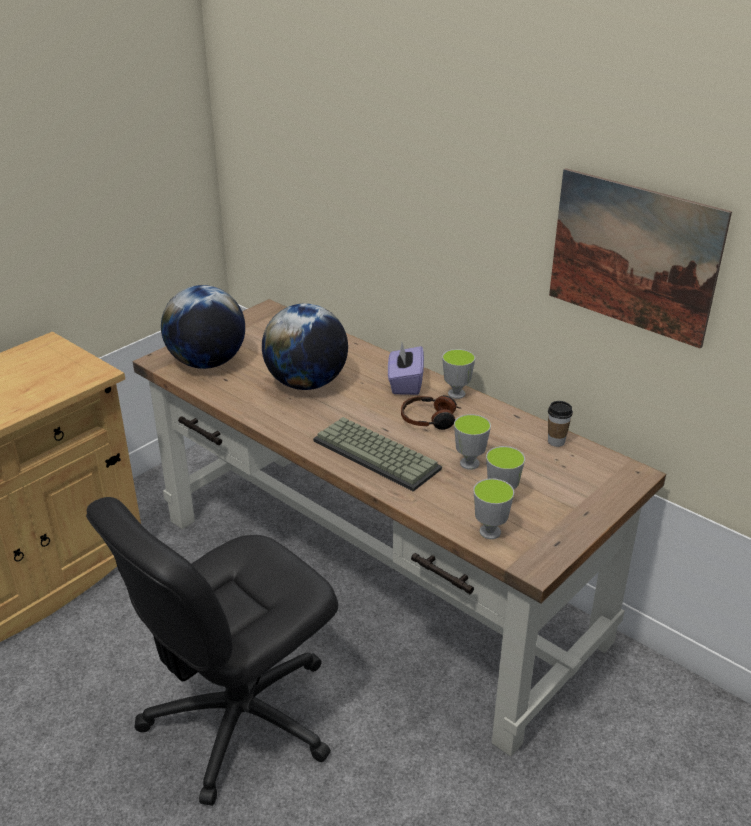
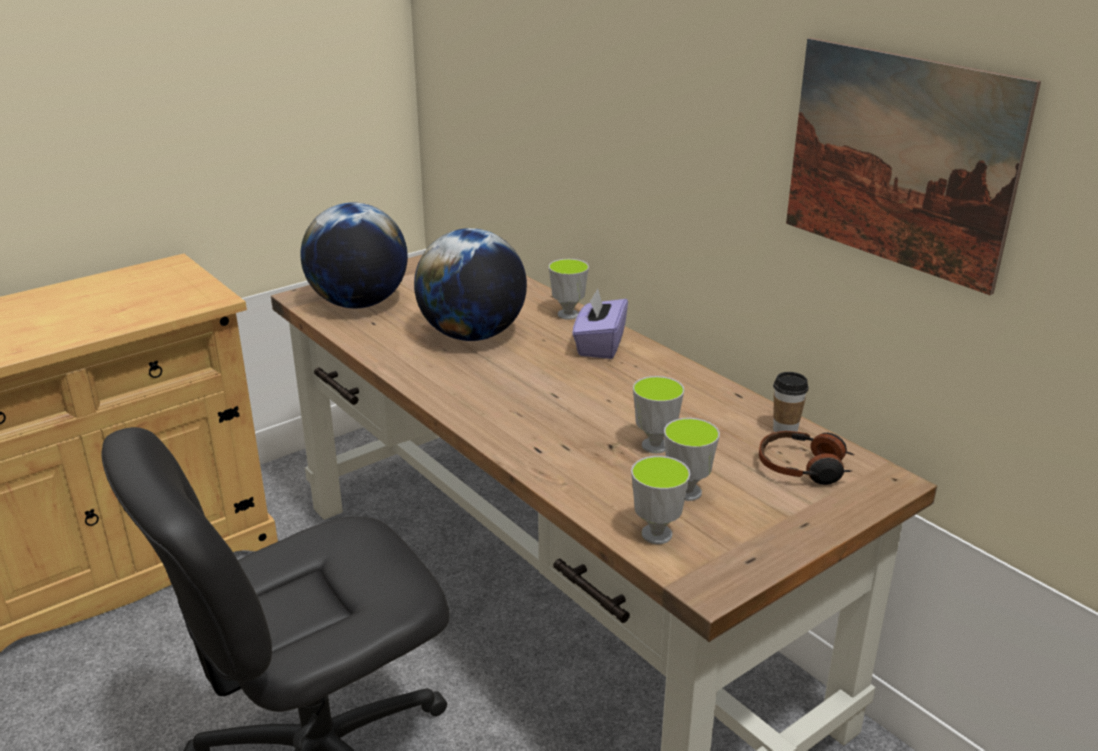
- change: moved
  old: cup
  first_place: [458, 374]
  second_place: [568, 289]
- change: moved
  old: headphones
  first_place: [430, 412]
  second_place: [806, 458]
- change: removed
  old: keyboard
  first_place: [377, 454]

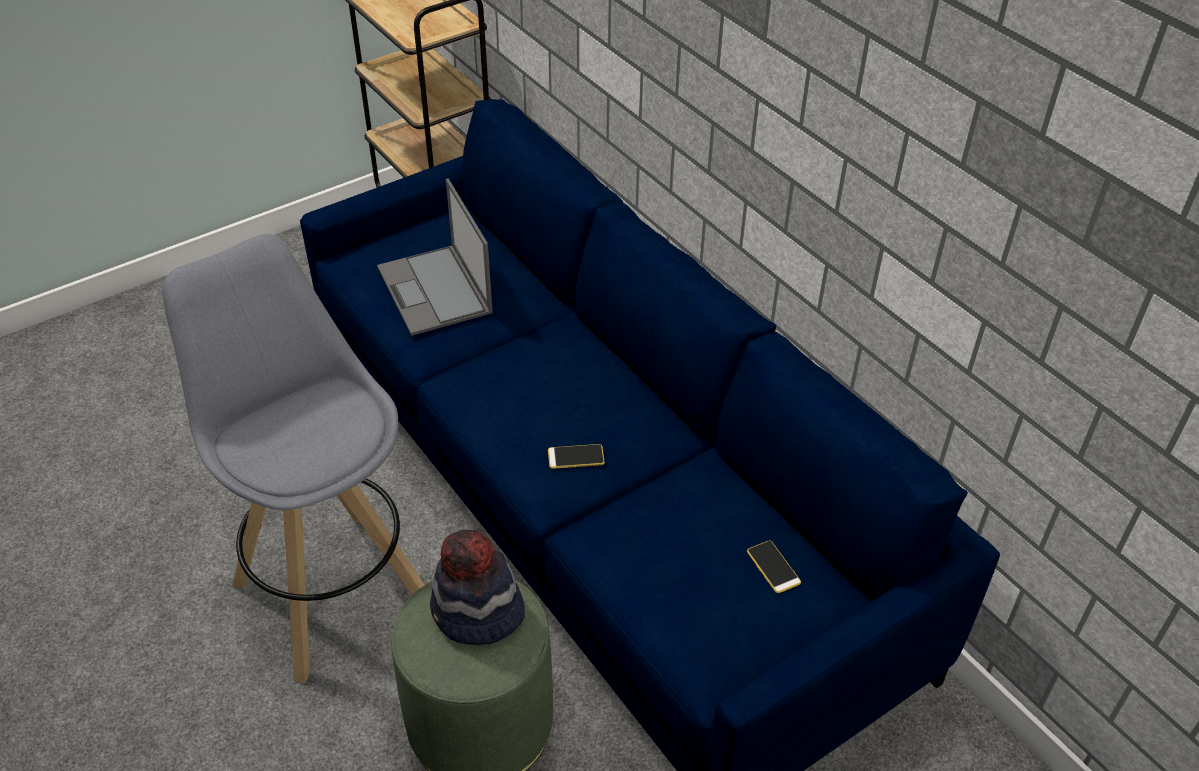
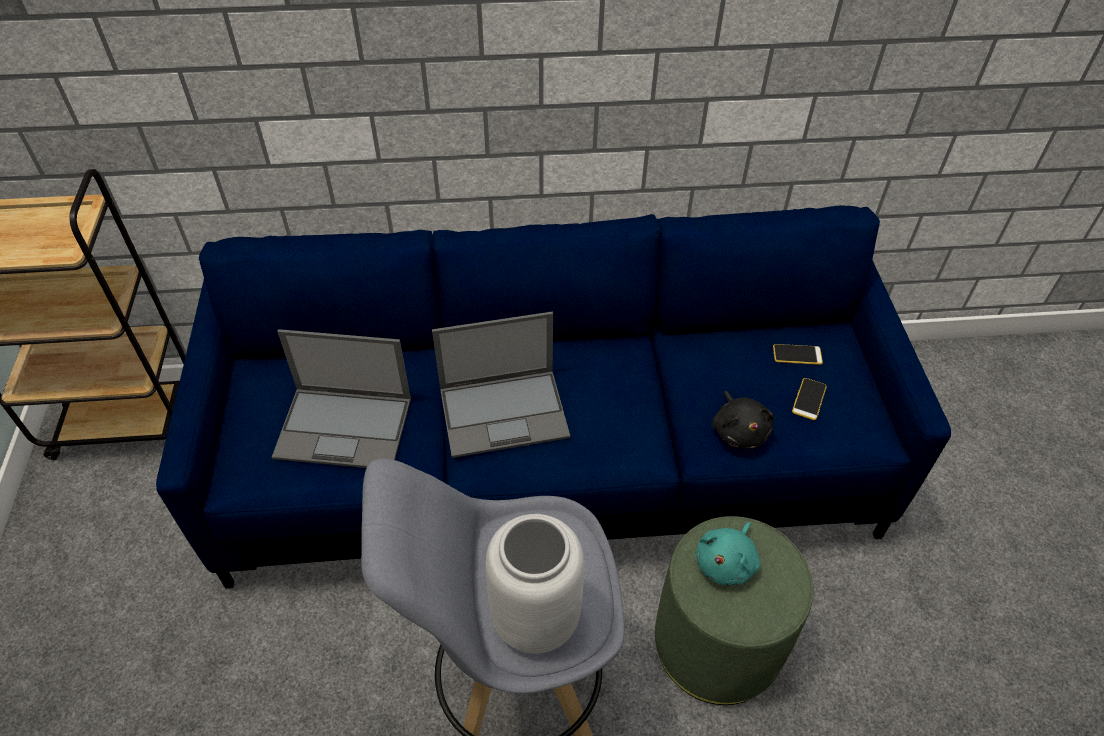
- change: added
  new: laptop
  second_place: [501, 385]
- change: added
  new: grey vase
  second_place: [535, 584]
- change: replaced
  old: hat
  new: turquoise plush toy
  first_place: [477, 587]
  second_place: [728, 553]
- change: added
  new: black plush toy
  second_place: [743, 420]
- change: moved
  old: phone
  first_place: [576, 456]
  second_place: [809, 399]

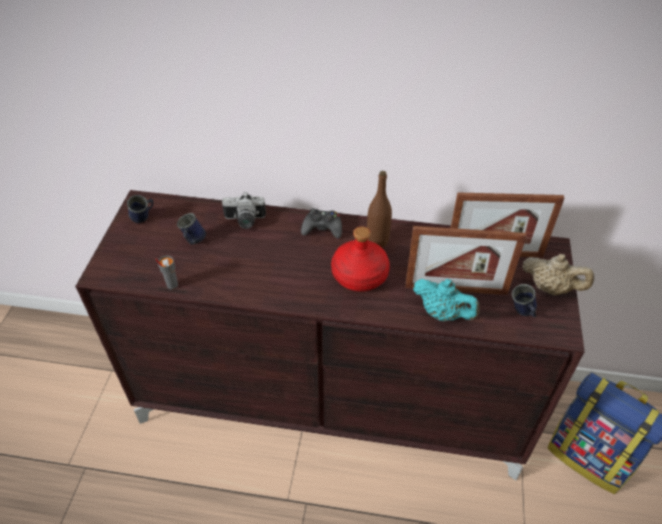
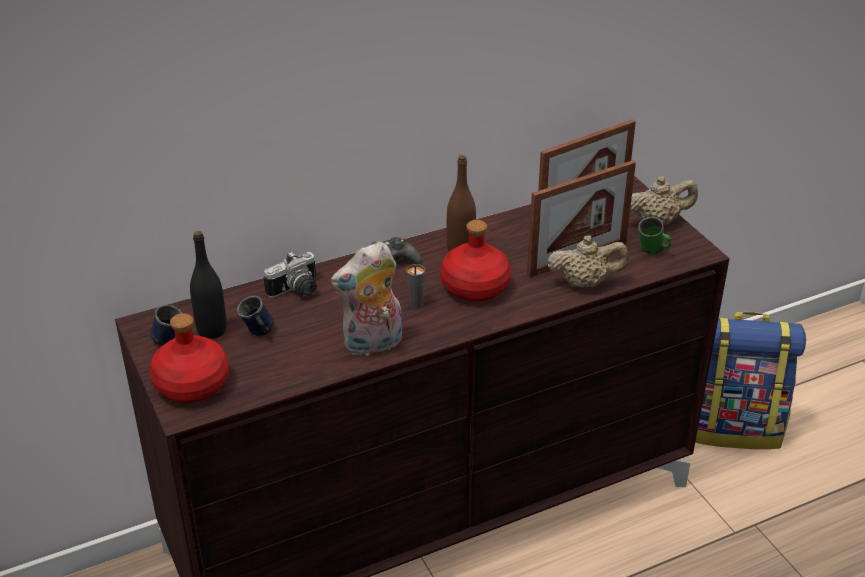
- change: added
  new: red bottle
  second_place: [189, 358]
- change: added
  new: black bottle
  second_place: [208, 285]
- change: added
  new: plush toy
  second_place: [366, 298]
- change: moved
  old: grey cup
  first_place: [166, 272]
  second_place: [415, 286]
- change: recoloured
  old: turquoise teapot
  new: beige teapot
  first_place: [446, 300]
  second_place: [588, 261]
- change: recoloured
  old: blue mug
  new: green mug
  first_place: [524, 300]
  second_place: [654, 235]

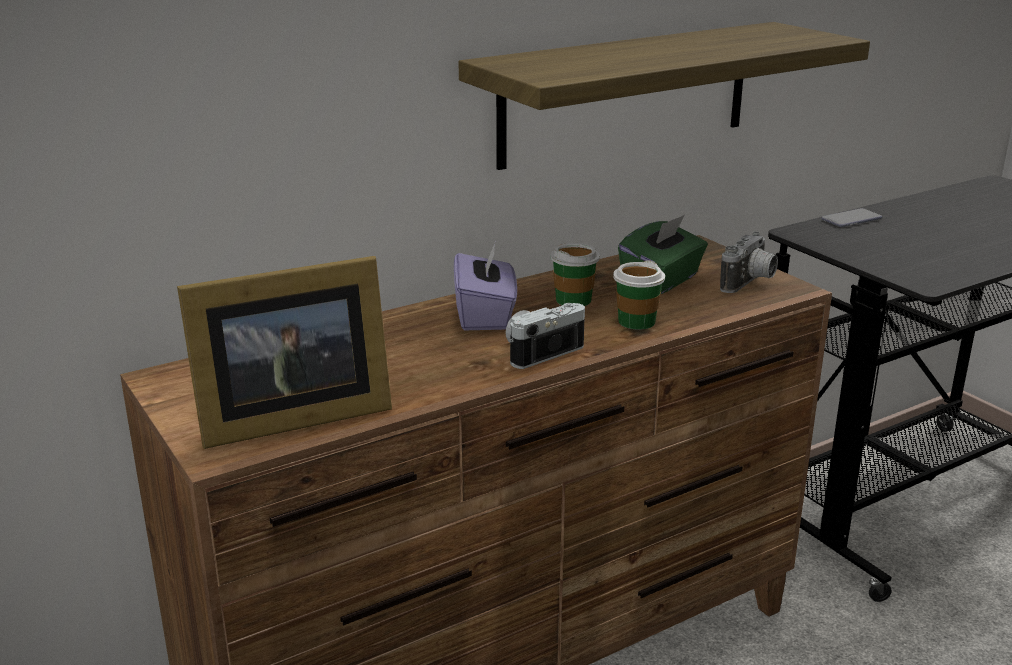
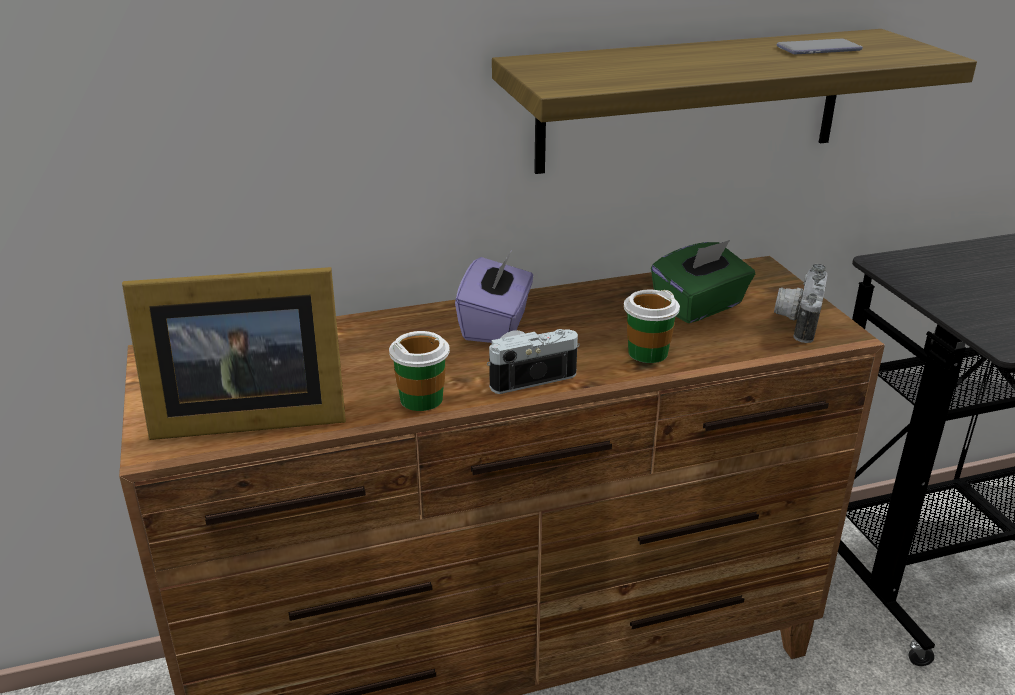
- change: moved
  old: cup
  first_place: [575, 274]
  second_place: [419, 371]
- change: turned
  old: photo camera
  first_place: [749, 262]
  second_place: [800, 303]
  degrees: 150
- change: moved
  old: phone
  first_place: [852, 217]
  second_place: [820, 46]

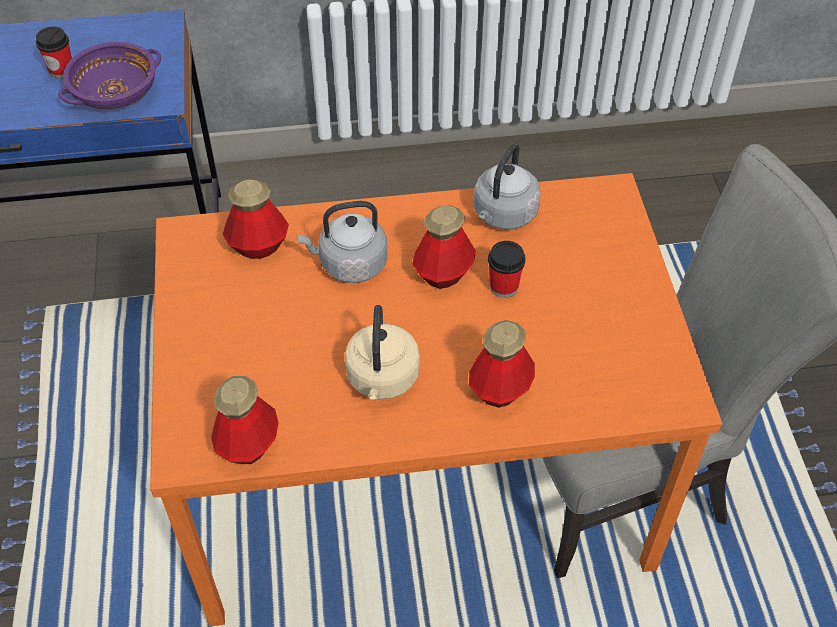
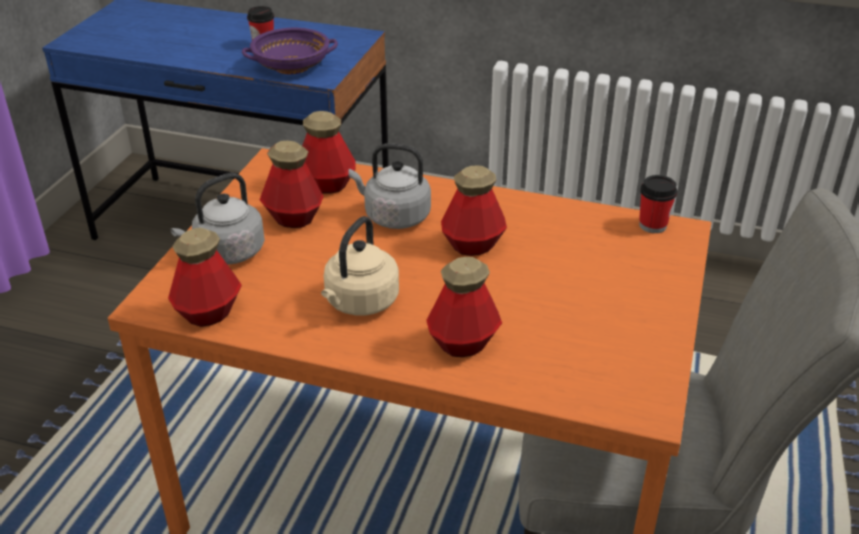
- change: moved
  old: grey kettle
  first_place: [507, 186]
  second_place: [218, 219]
- change: added
  new: bottle
  second_place: [292, 184]
- change: moved
  old: cup
  first_place: [507, 269]
  second_place: [658, 204]

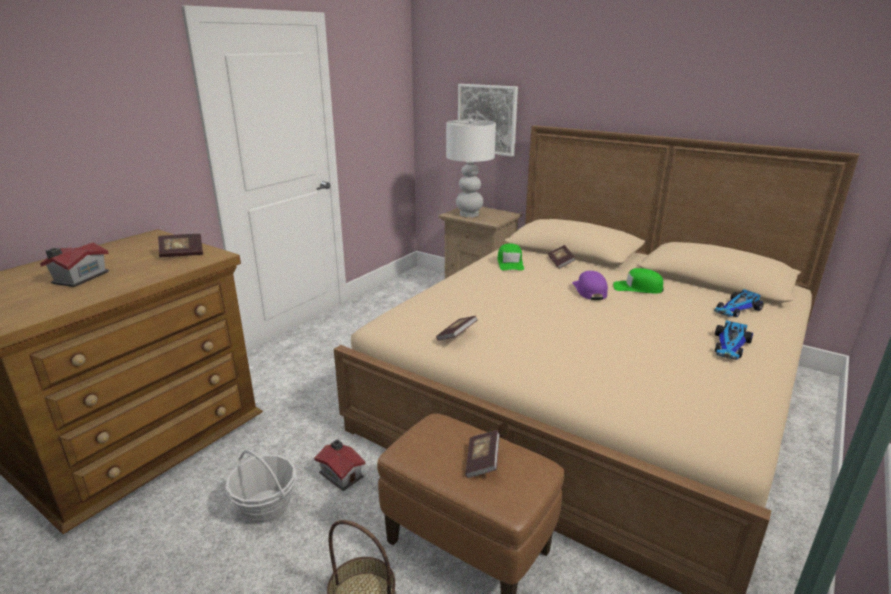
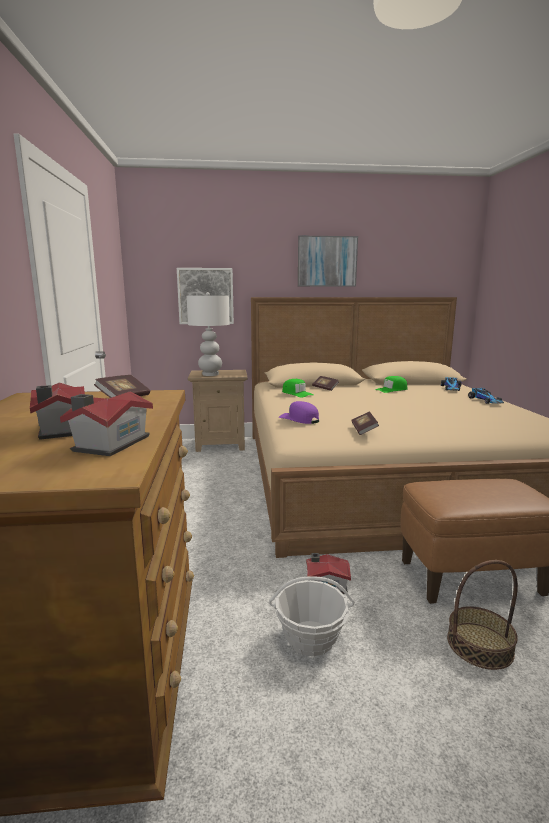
- change: added
  new: toy house
  second_place: [106, 423]
- change: moved
  old: purple cap
  first_place: [590, 285]
  second_place: [299, 412]
- change: added
  new: picture
  second_place: [328, 261]
- change: removed
  old: book
  first_place: [482, 454]

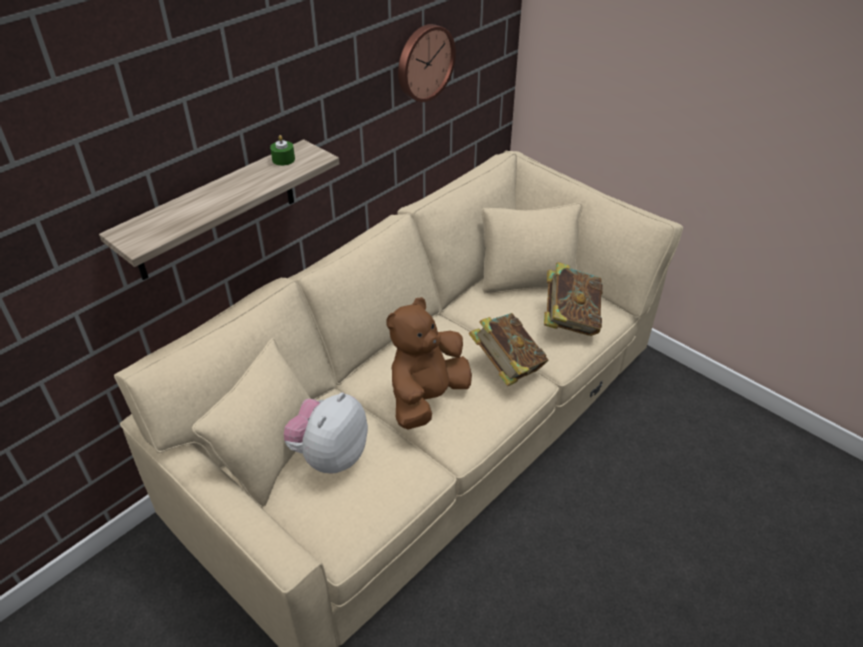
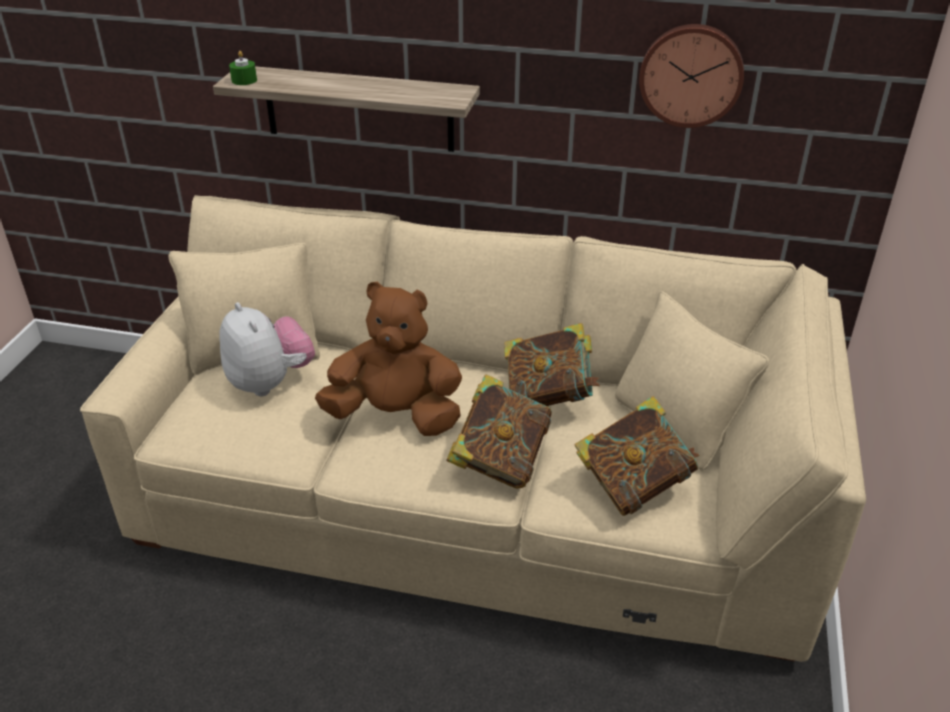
- change: turned
  old: plush toy
  first_place: [326, 433]
  second_place: [267, 349]
  degrees: 60
- change: moved
  old: green candle
  first_place: [282, 150]
  second_place: [243, 68]
- change: added
  new: book
  second_place: [552, 364]

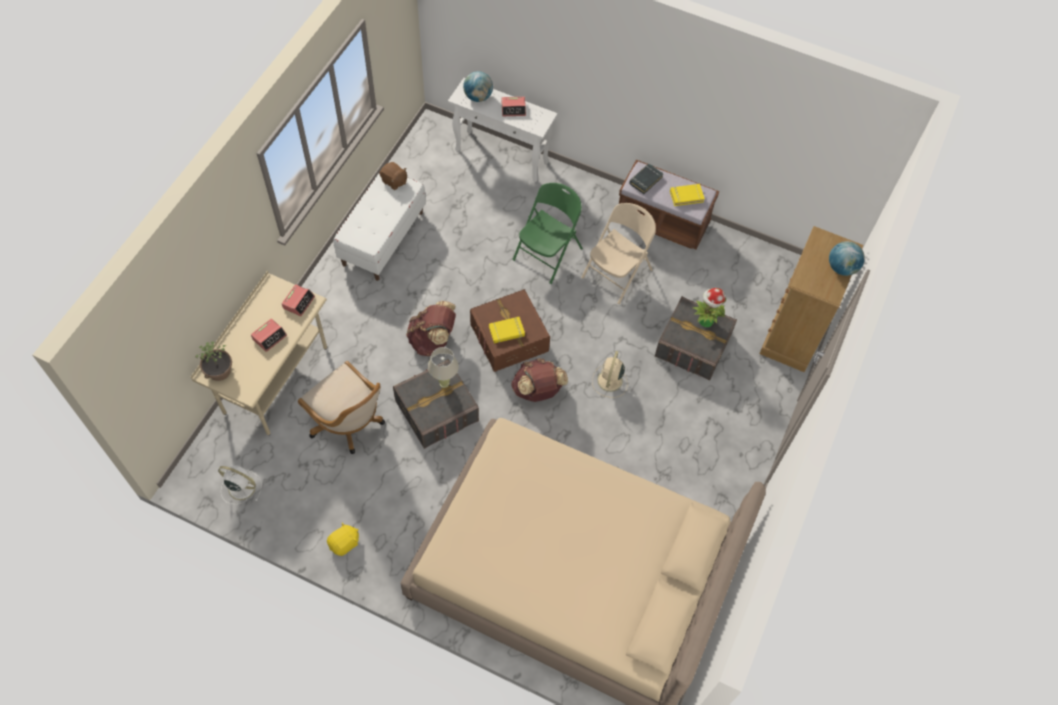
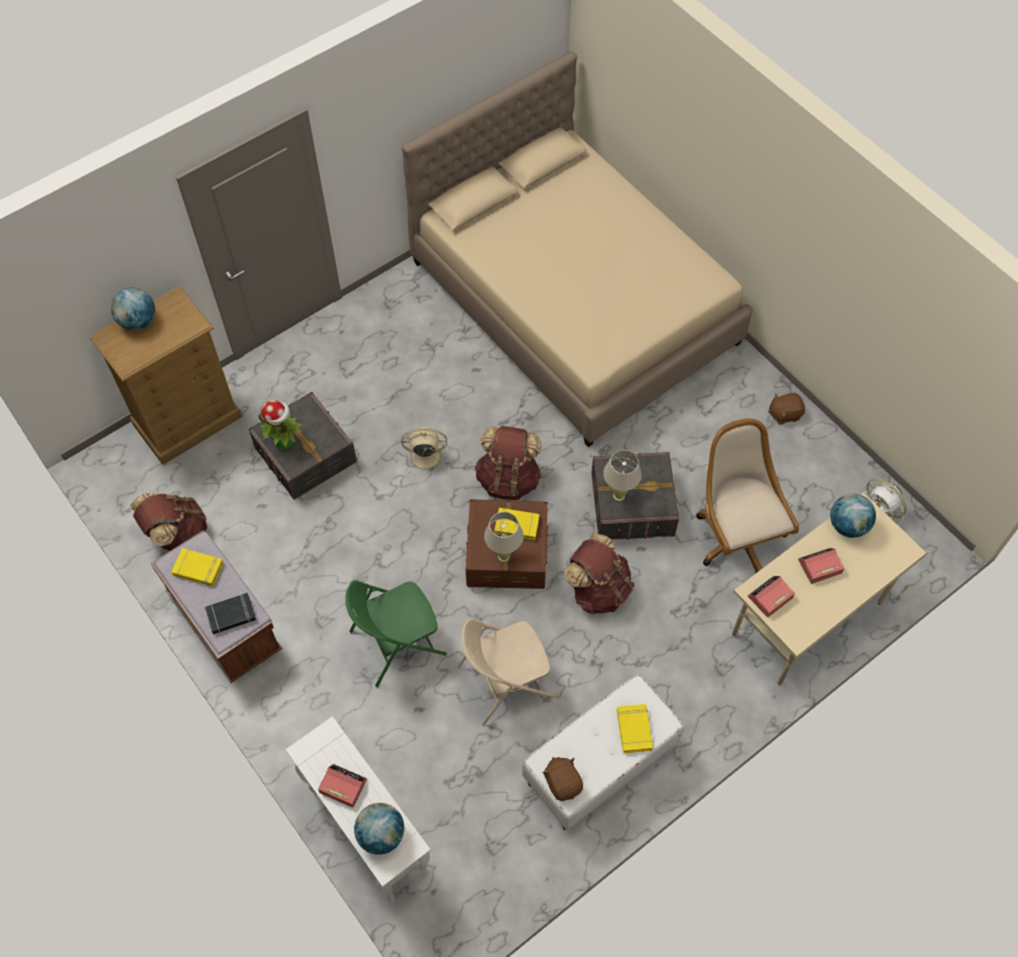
- change: added
  new: brown backpack
  second_place: [168, 522]
- change: turned
  old: beige fan
  first_place: [609, 374]
  second_place: [425, 451]
  degrees: -135
- change: moved
  old: beige chair
  first_place: [618, 254]
  second_place: [506, 672]
- change: added
  new: beige table lamp
  second_place: [504, 537]
- change: added
  new: yellow book
  second_place: [635, 728]
- change: recoloured
  old: yellow plush toy
  new: brown plush toy
  first_place: [343, 539]
  second_place: [786, 409]
- change: added
  new: globe
  second_place: [853, 515]
- change: removed
  old: potted plant
  first_place: [213, 361]

